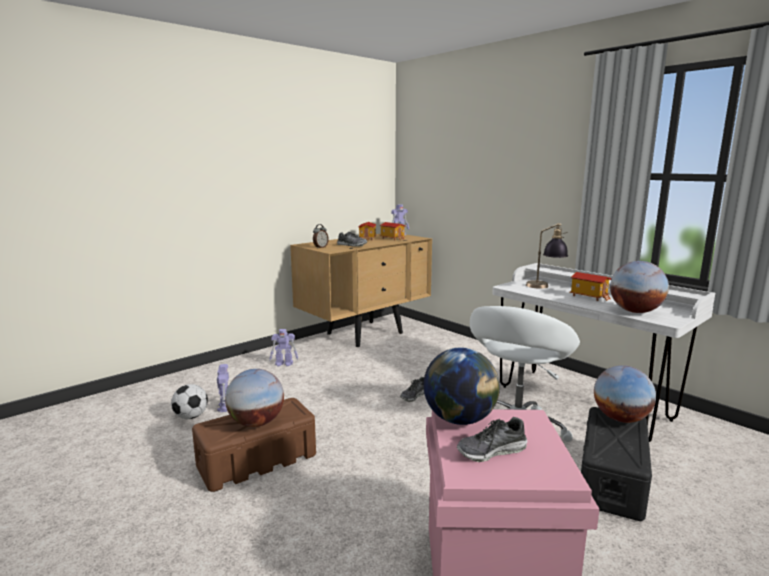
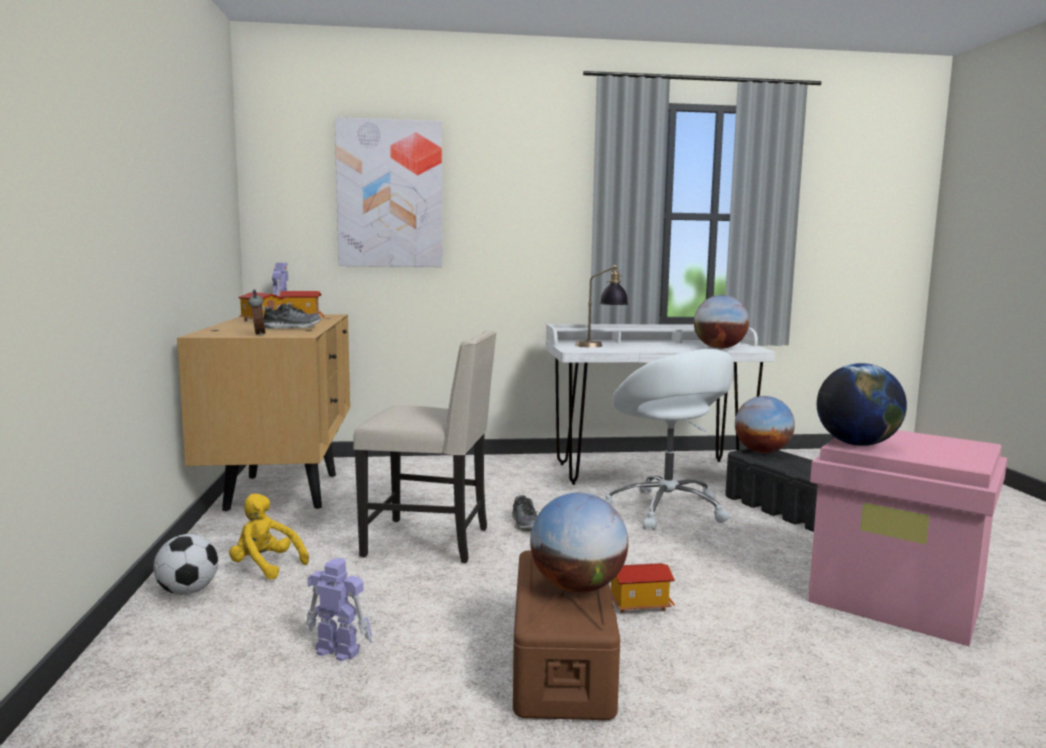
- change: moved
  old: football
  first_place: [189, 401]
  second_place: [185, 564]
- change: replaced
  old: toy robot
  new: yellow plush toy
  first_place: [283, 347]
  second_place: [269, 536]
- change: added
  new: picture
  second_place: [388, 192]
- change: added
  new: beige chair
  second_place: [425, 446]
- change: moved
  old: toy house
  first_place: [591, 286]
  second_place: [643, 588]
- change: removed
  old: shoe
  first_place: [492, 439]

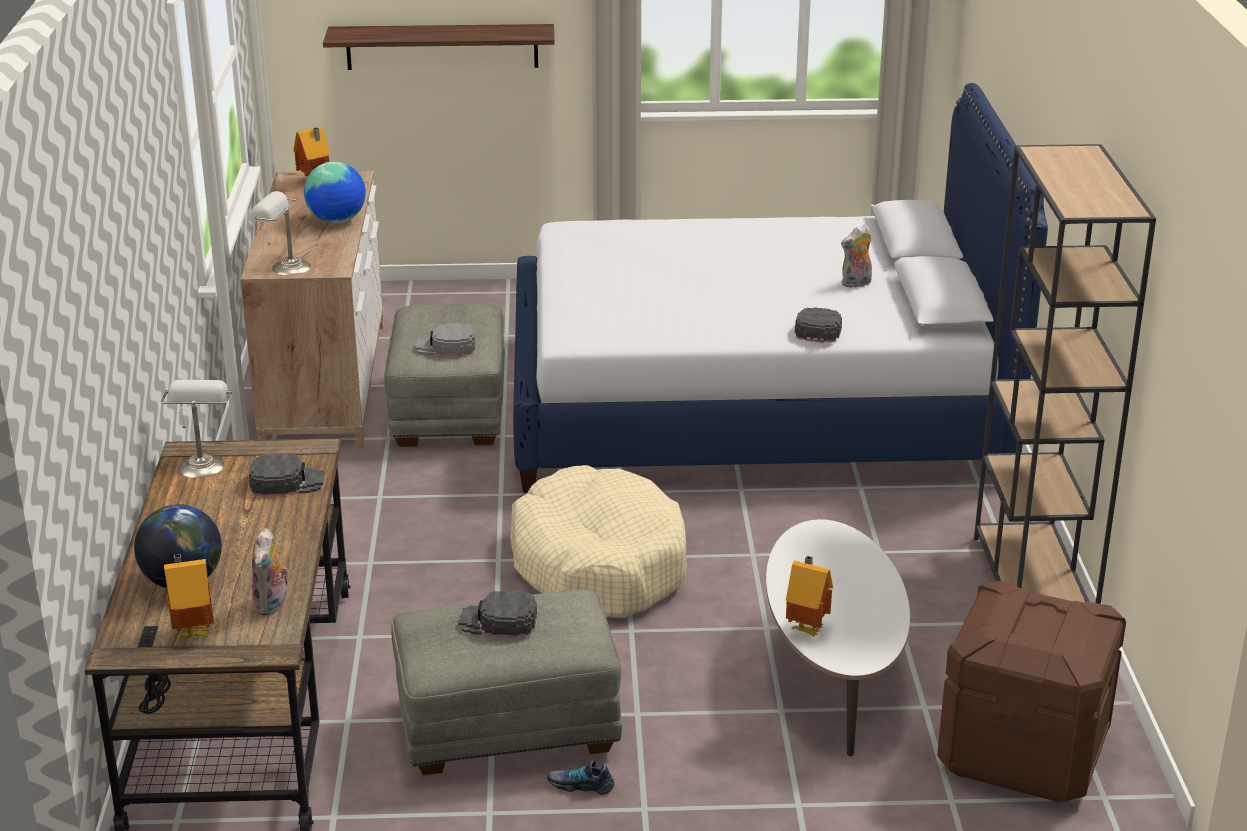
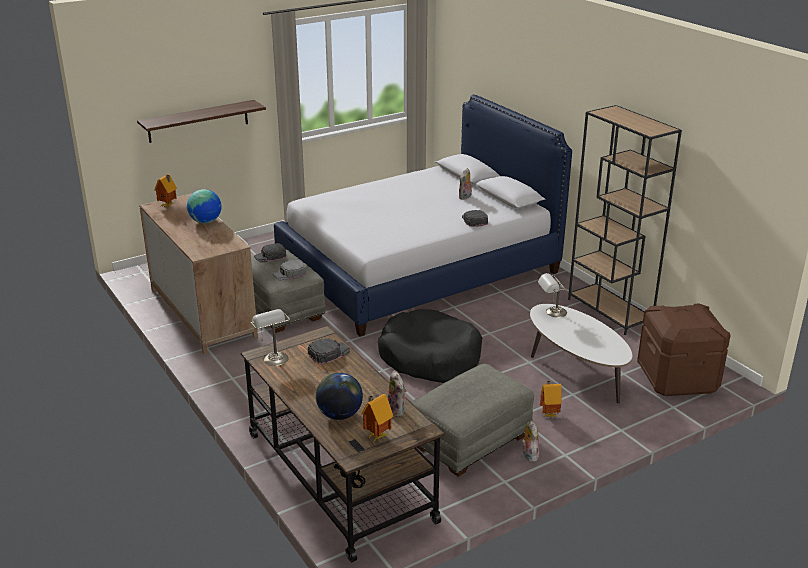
- change: moved
  old: black cap
  first_place: [498, 613]
  second_place: [270, 253]
- change: recoloured
  old: beige dog bed
  new: black dog bed
  first_place: [598, 541]
  second_place: [430, 346]
- change: replaced
  old: shoe
  new: plush toy
  first_place: [580, 777]
  second_place: [530, 441]
- change: moved
  old: white table lamp
  first_place: [279, 233]
  second_place: [552, 295]
- change: moved
  old: toy house
  first_place: [809, 596]
  second_place: [550, 399]

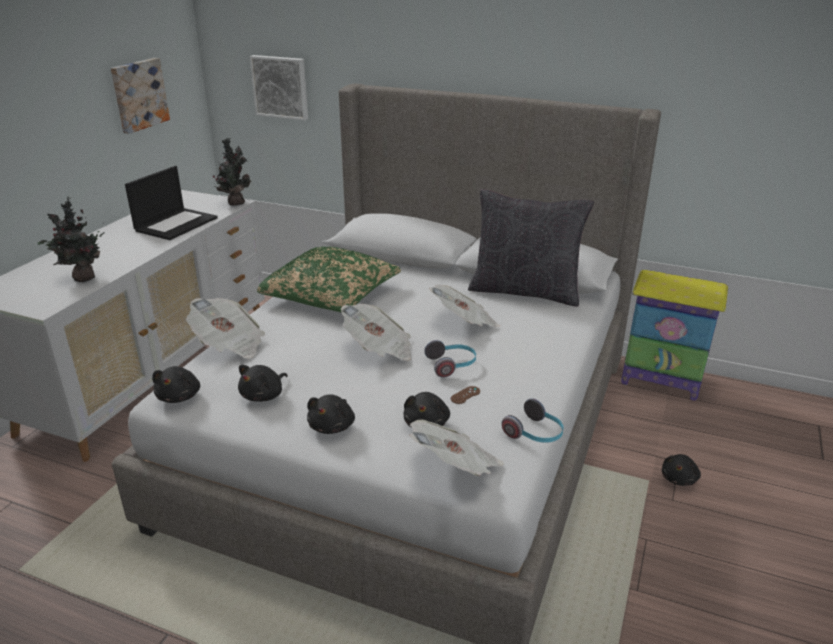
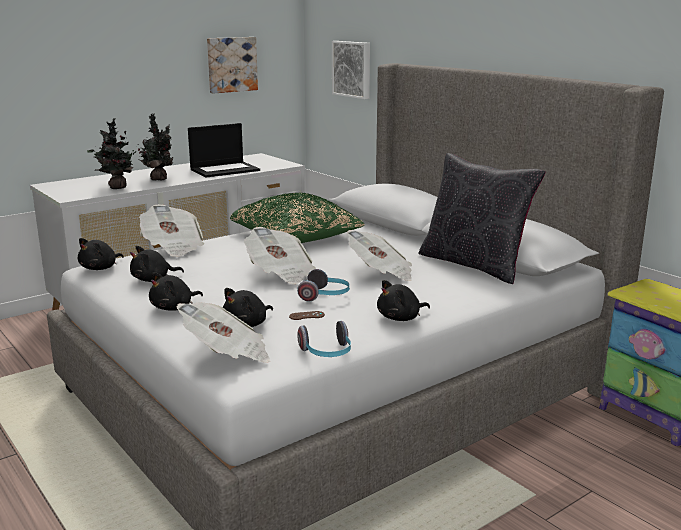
- change: moved
  old: potted plant
  first_place: [232, 172]
  second_place: [155, 147]
- change: moved
  old: black plush toy
  first_place: [681, 470]
  second_place: [403, 300]

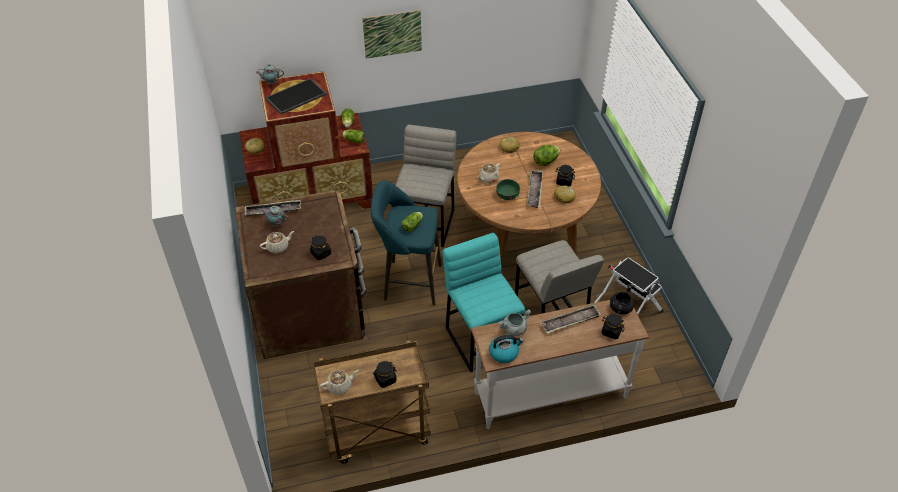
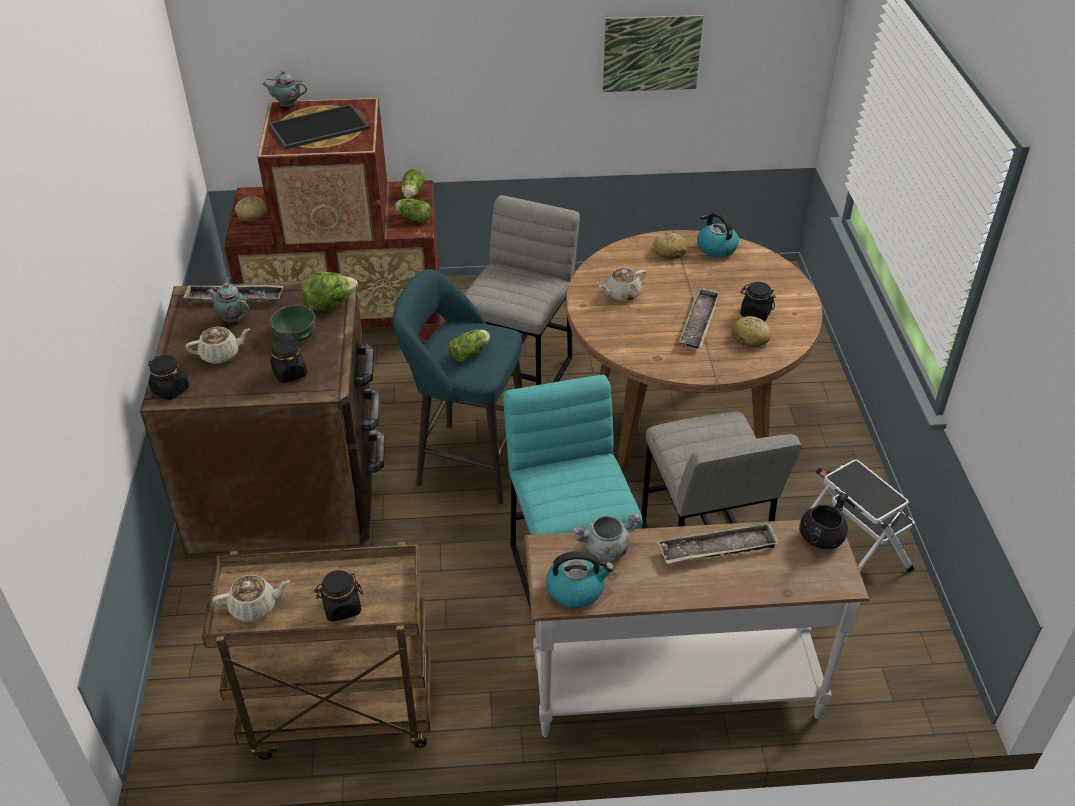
- change: moved
  old: black jar
  first_place: [613, 326]
  second_place: [169, 377]
- change: moved
  old: green bowl
  first_place: [508, 189]
  second_place: [293, 323]
- change: moved
  old: lettuce
  first_place: [547, 155]
  second_place: [329, 291]
- change: moved
  old: picture
  first_place: [392, 34]
  second_place: [653, 53]
- change: added
  new: kettle
  second_place: [718, 235]

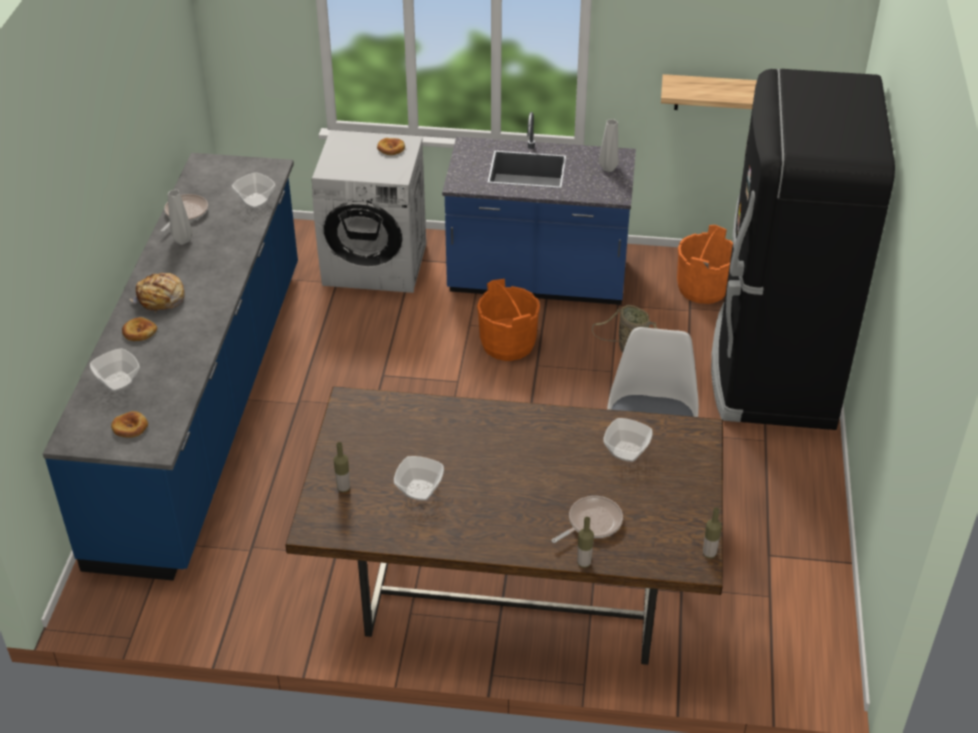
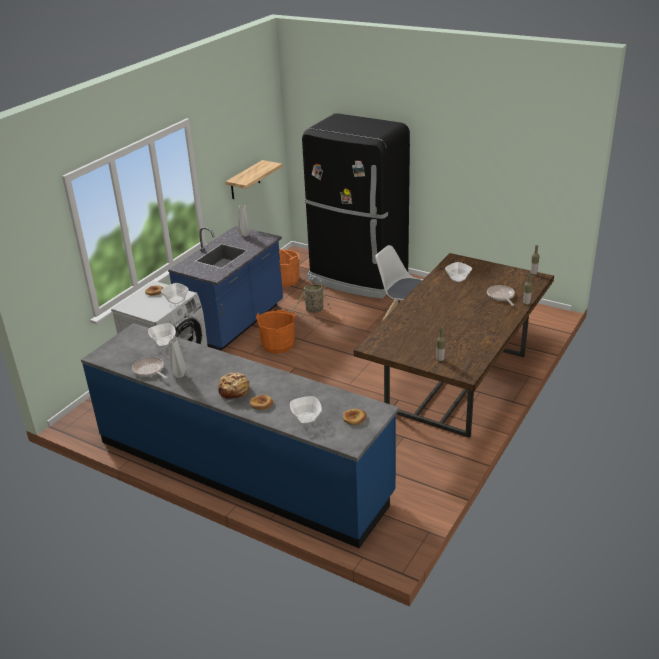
- change: moved
  old: bowl
  first_place: [419, 478]
  second_place: [175, 293]

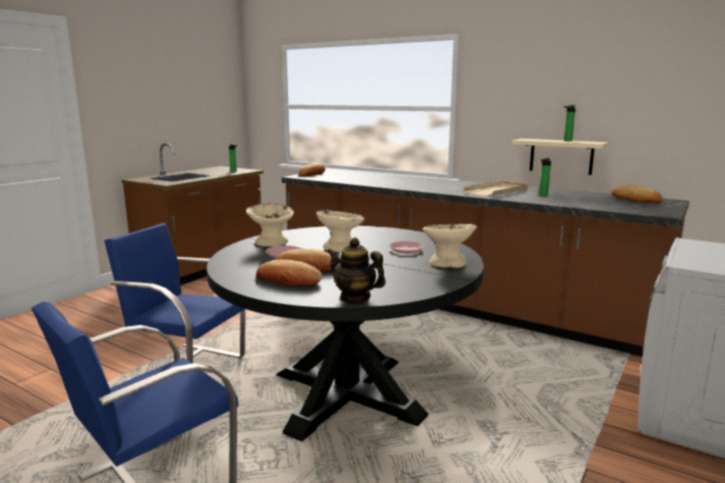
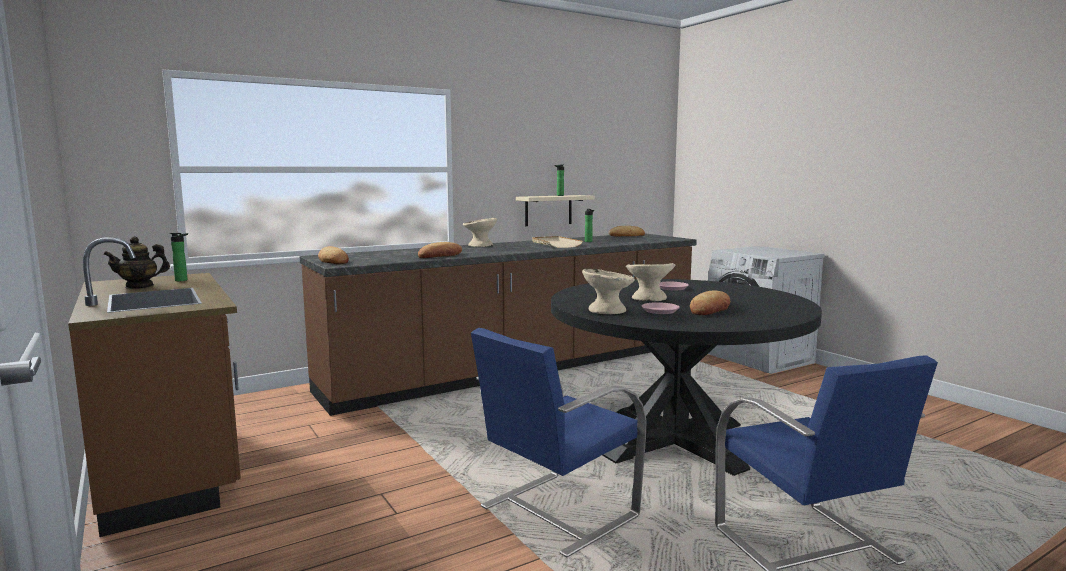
- change: moved
  old: teapot
  first_place: [356, 270]
  second_place: [136, 262]
- change: moved
  old: bread
  first_place: [289, 272]
  second_place: [440, 250]
- change: moved
  old: beige bowl
  first_place: [449, 246]
  second_place: [480, 232]

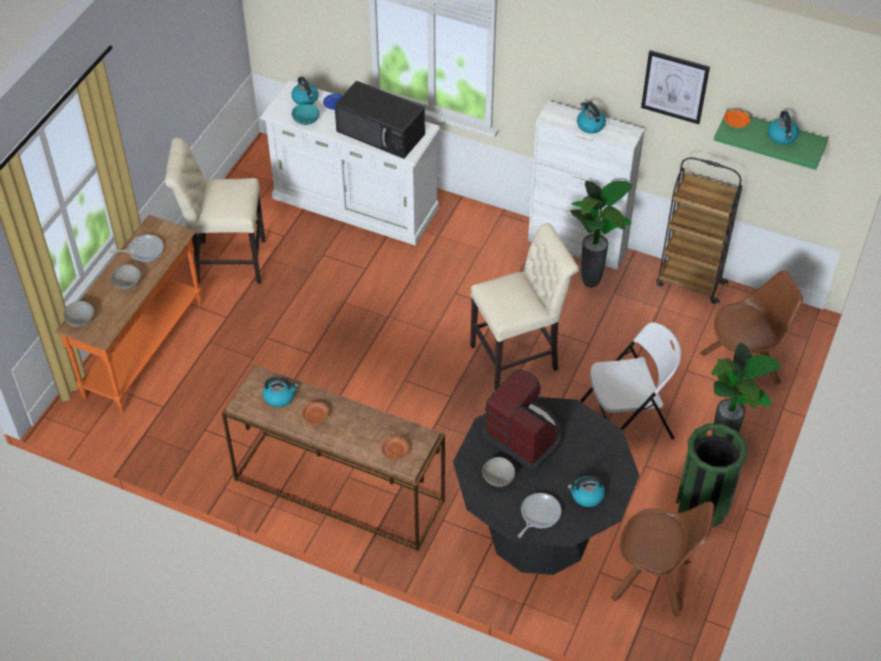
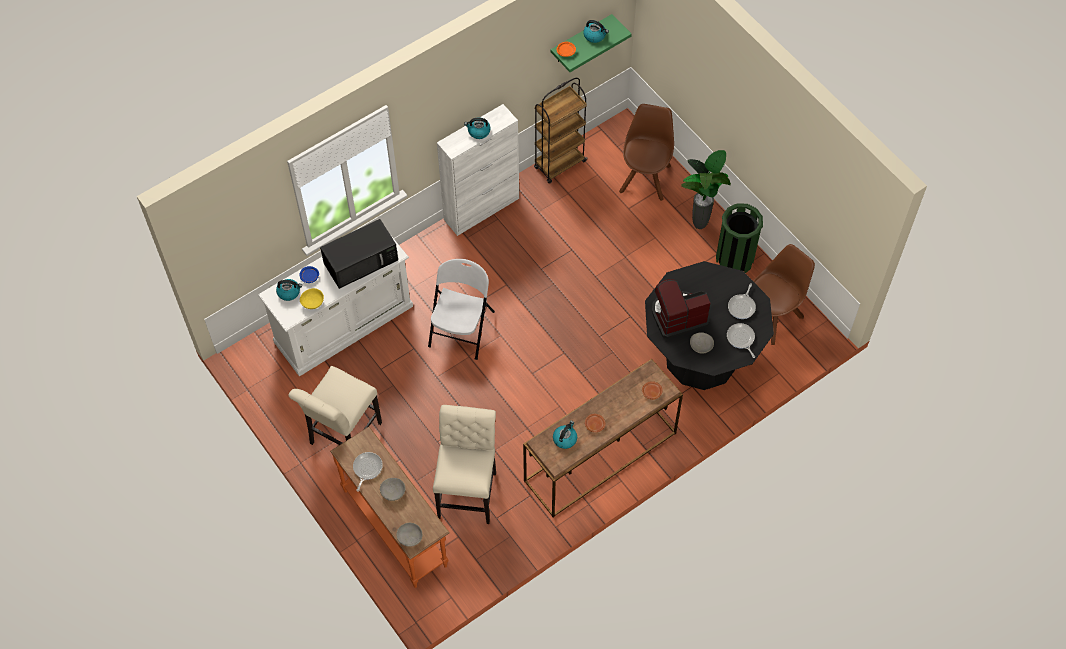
- change: recoloured
  old: turquoise bowl
  new: yellow bowl
  first_place: [306, 114]
  second_place: [312, 298]
- change: moved
  old: white chair
  first_place: [630, 381]
  second_place: [461, 309]
- change: moved
  old: beige stool
  first_place: [524, 306]
  second_place: [464, 464]
- change: replaced
  old: kettle
  new: frying pan
  first_place: [586, 491]
  second_place: [742, 301]
- change: removed
  old: potted plant
  first_place: [601, 234]
- change: removed
  old: picture
  first_place: [675, 87]

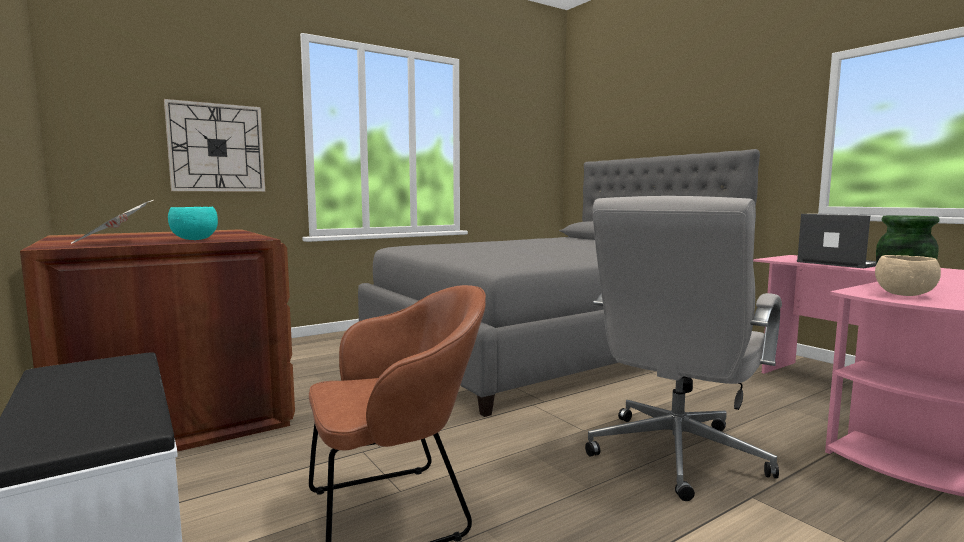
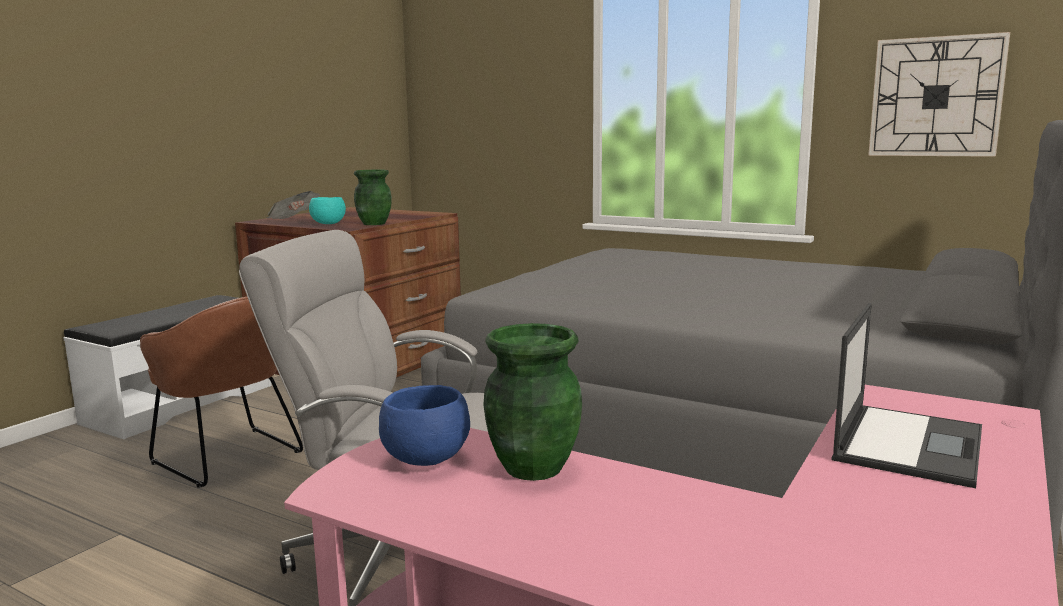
- change: added
  new: green vase
  second_place: [373, 197]
- change: recoloured
  old: beige bowl
  new: blue bowl
  first_place: [908, 275]
  second_place: [424, 425]
- change: moved
  old: wall clock
  first_place: [214, 145]
  second_place: [939, 94]

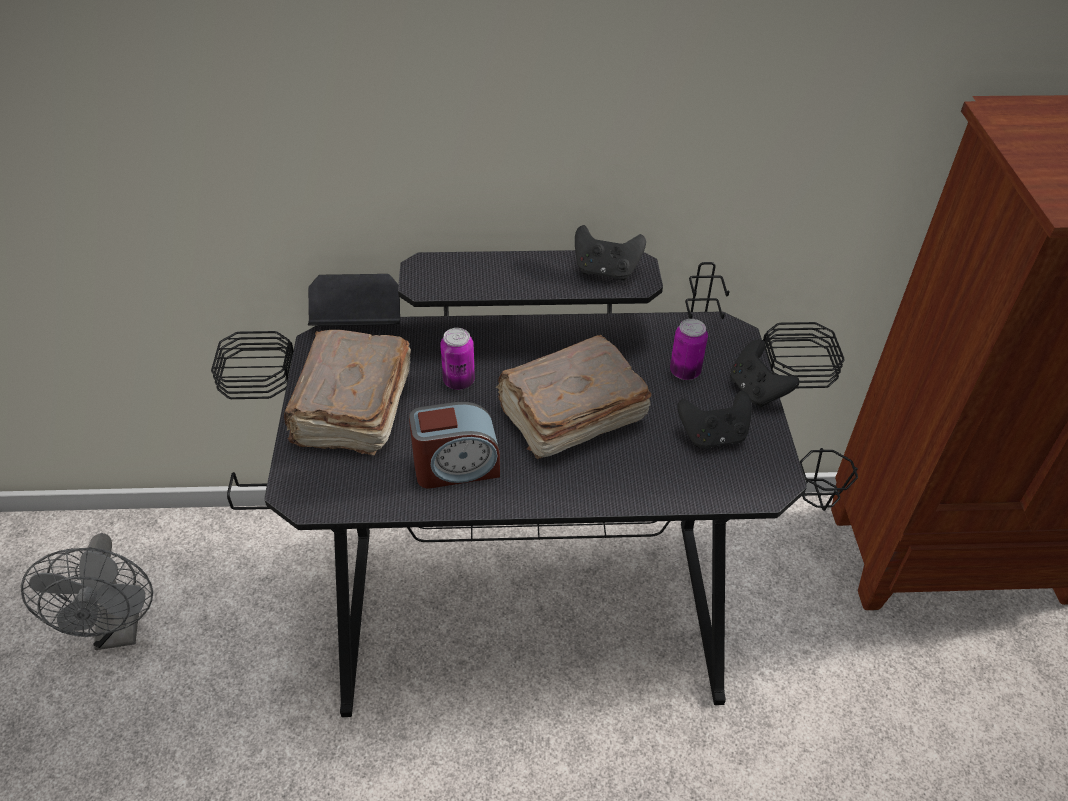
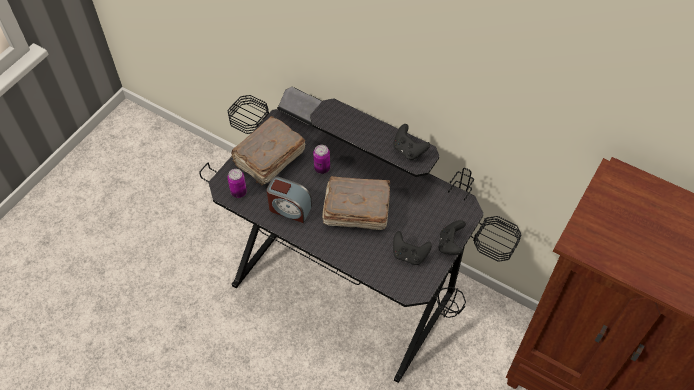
- change: moved
  old: can
  first_place: [689, 349]
  second_place: [237, 183]
- change: removed
  old: grey fan
  first_place: [87, 591]

